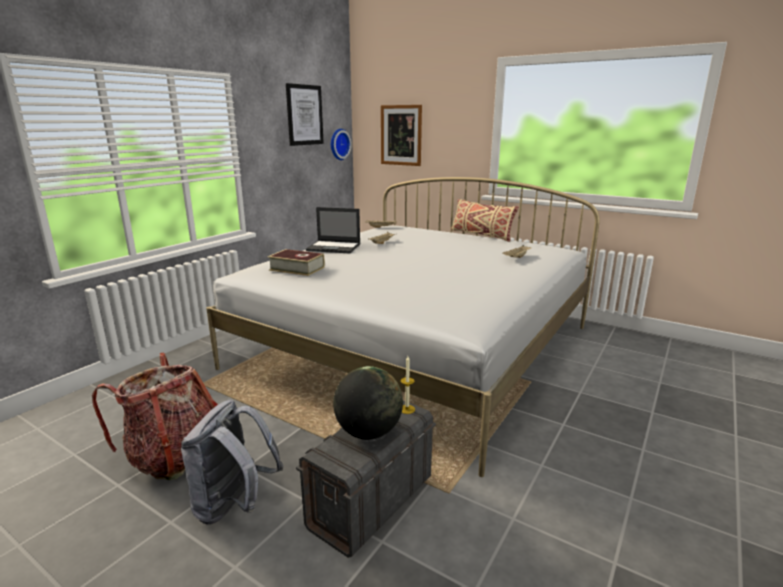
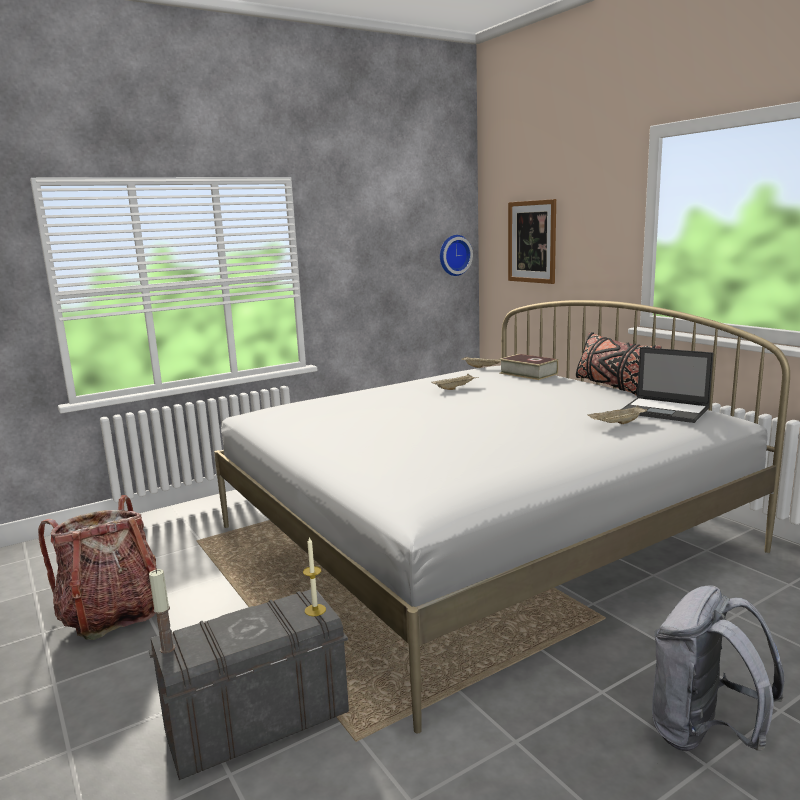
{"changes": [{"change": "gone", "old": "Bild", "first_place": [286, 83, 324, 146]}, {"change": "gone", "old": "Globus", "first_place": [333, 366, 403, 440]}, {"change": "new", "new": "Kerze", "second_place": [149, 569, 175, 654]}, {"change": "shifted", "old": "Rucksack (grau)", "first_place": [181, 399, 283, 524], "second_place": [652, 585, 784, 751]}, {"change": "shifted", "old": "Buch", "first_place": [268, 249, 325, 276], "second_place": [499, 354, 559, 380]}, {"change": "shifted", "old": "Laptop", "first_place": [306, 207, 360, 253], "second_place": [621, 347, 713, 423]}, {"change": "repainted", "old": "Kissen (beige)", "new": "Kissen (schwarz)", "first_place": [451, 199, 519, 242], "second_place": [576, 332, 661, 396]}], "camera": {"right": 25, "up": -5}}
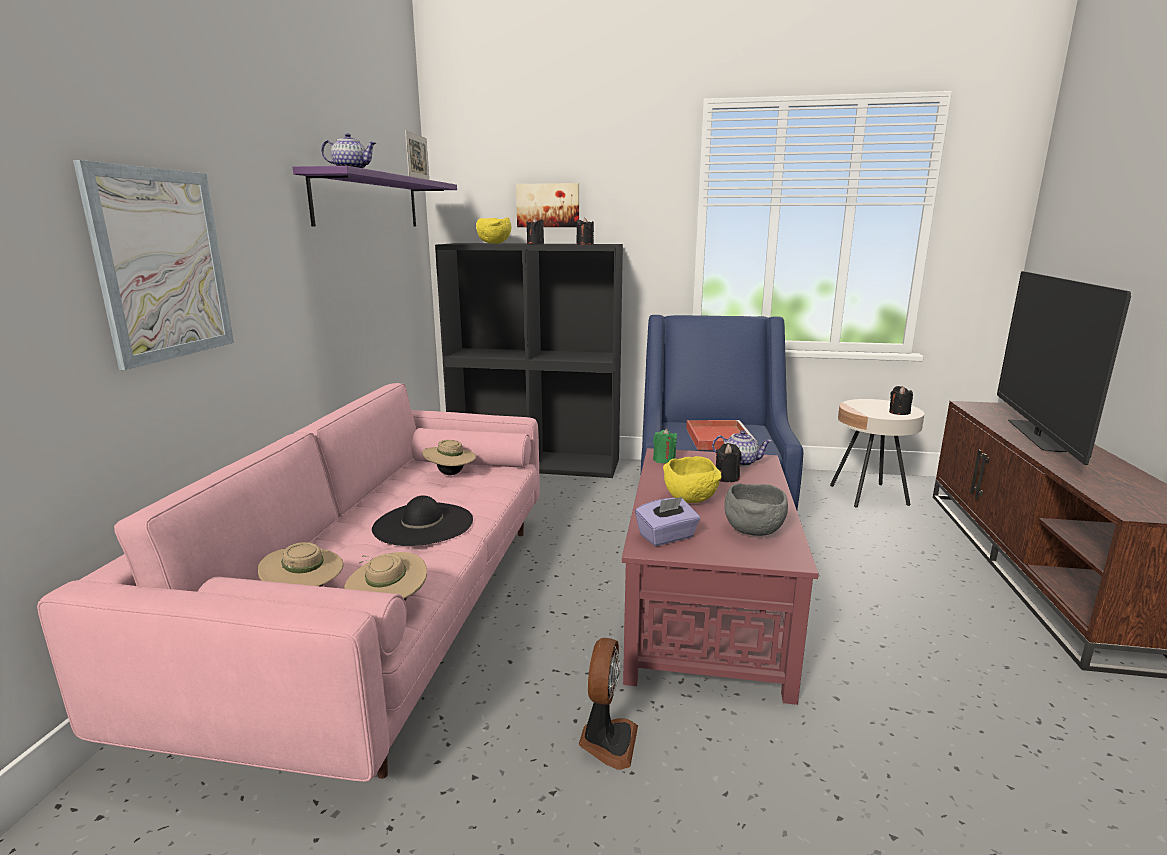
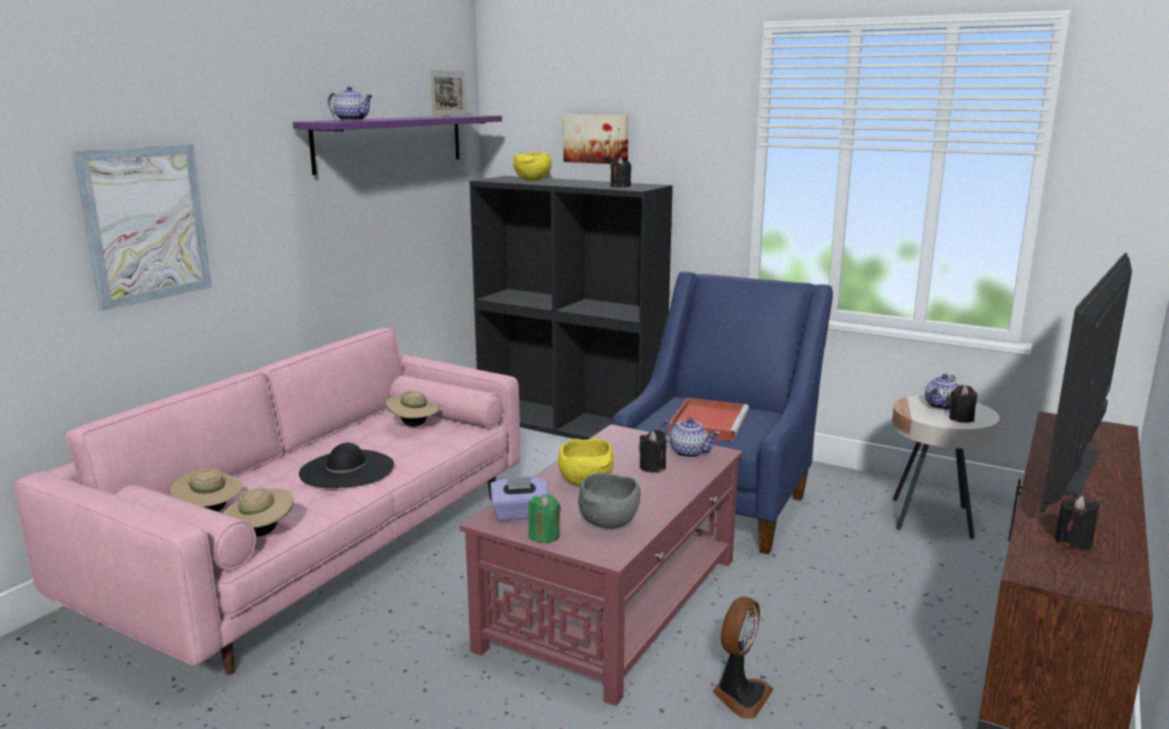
{"changes": [{"change": "new", "new": "Teekanne", "second_place": [925, 374, 959, 410]}, {"change": "shifted", "old": "Kerze (schwarz)", "first_place": [527, 217, 544, 244], "second_place": [1055, 496, 1100, 549]}, {"change": "shifted", "old": "Ventilator", "first_place": [579, 638, 638, 770], "second_place": [713, 597, 774, 719]}, {"change": "shifted", "old": "Kerze (grün)", "first_place": [653, 429, 677, 464], "second_place": [528, 494, 561, 543]}], "camera": {"right": 20, "up": 0}}
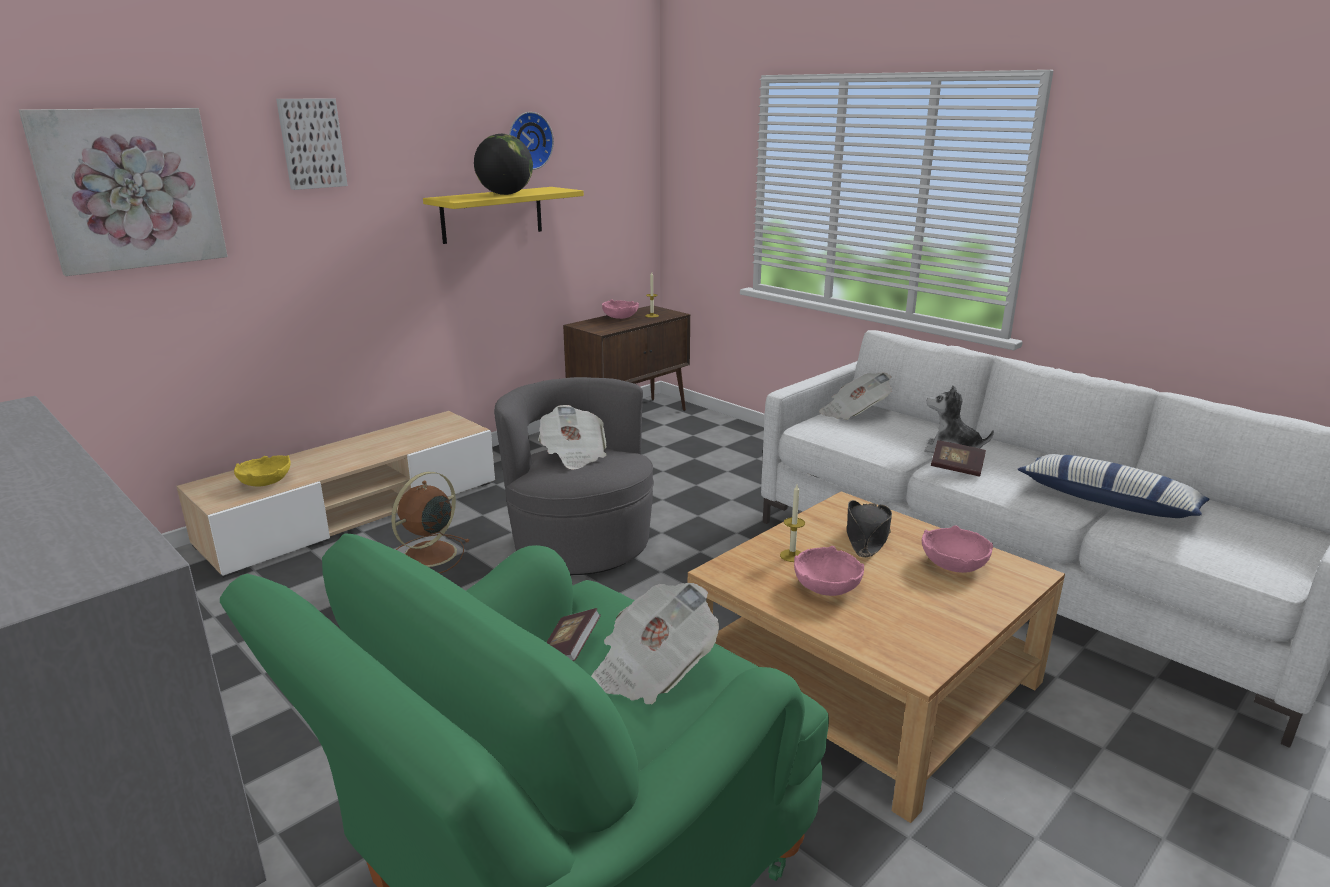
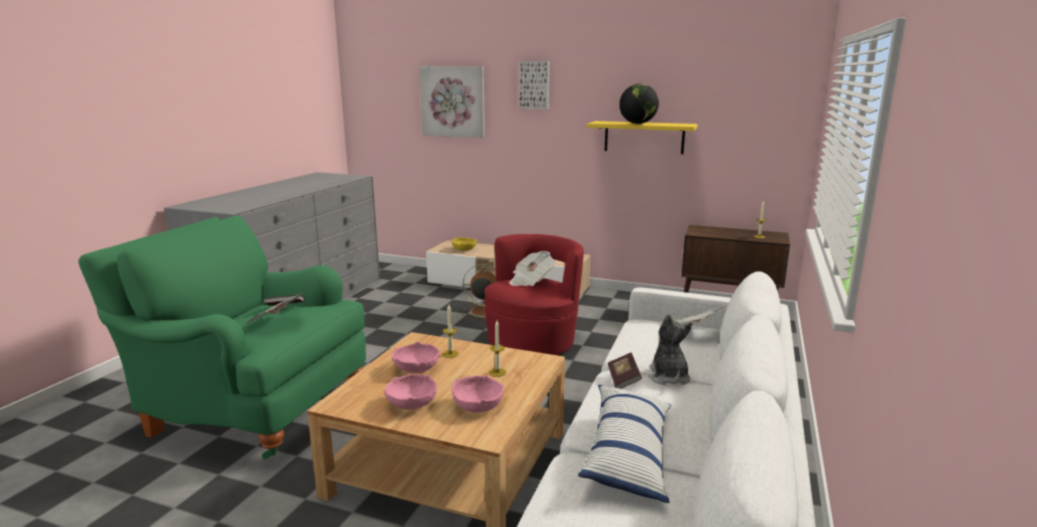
{"changes": [{"change": "gone", "old": "Wanduhr", "first_place": [509, 112, 554, 170]}, {"change": "shifted", "old": "Schüssel (rosa)", "first_place": [602, 299, 639, 319], "second_place": [384, 374, 437, 409]}, {"change": "swapped", "old": "Hut (schwarz)", "new": "Kerze", "first_place": [847, 500, 892, 557], "second_place": [489, 321, 506, 377]}, {"change": "repainted", "old": "Sessel (grau)", "new": "Sessel (rot)", "first_place": [494, 377, 654, 575], "second_place": [484, 234, 584, 355]}], "camera": {"right": 65, "up": -5}}
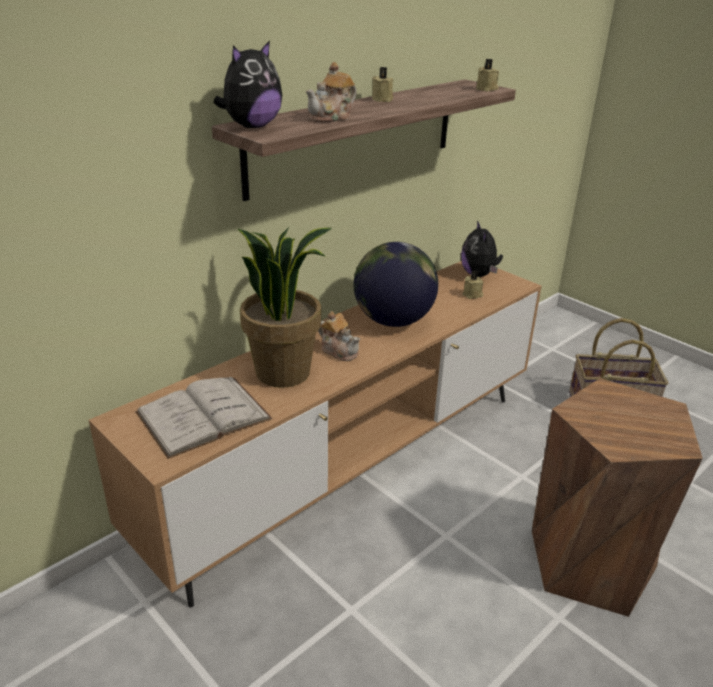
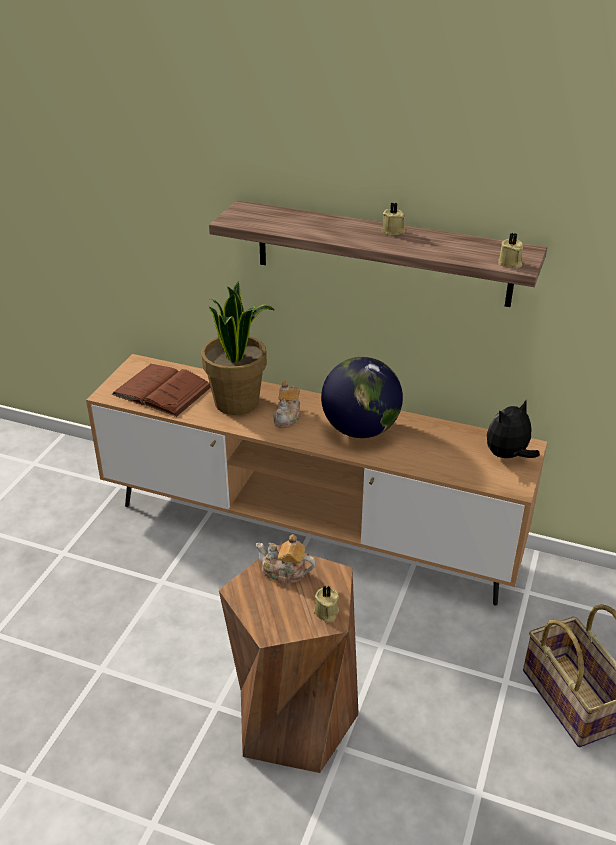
{"changes": [{"change": "gone", "old": "Plüschtier", "first_place": [214, 41, 282, 128]}, {"change": "shifted", "old": "Teekanne", "first_place": [306, 62, 357, 123], "second_place": [256, 534, 315, 585]}, {"change": "shifted", "old": "Kerze (beige)", "first_place": [462, 271, 483, 299], "second_place": [313, 586, 339, 623]}, {"change": "repainted", "old": "Buch (weiß)", "new": "Buch (braun)", "first_place": [135, 377, 273, 459], "second_place": [112, 364, 211, 417]}], "camera": {"right": 65, "up": 5}}
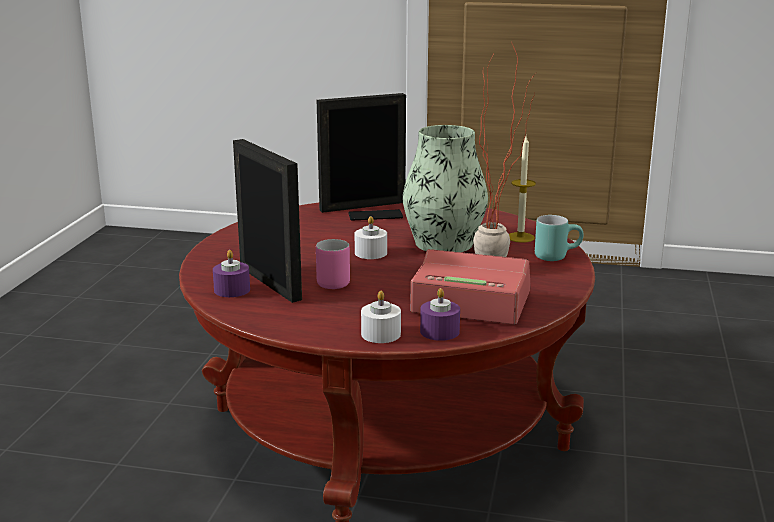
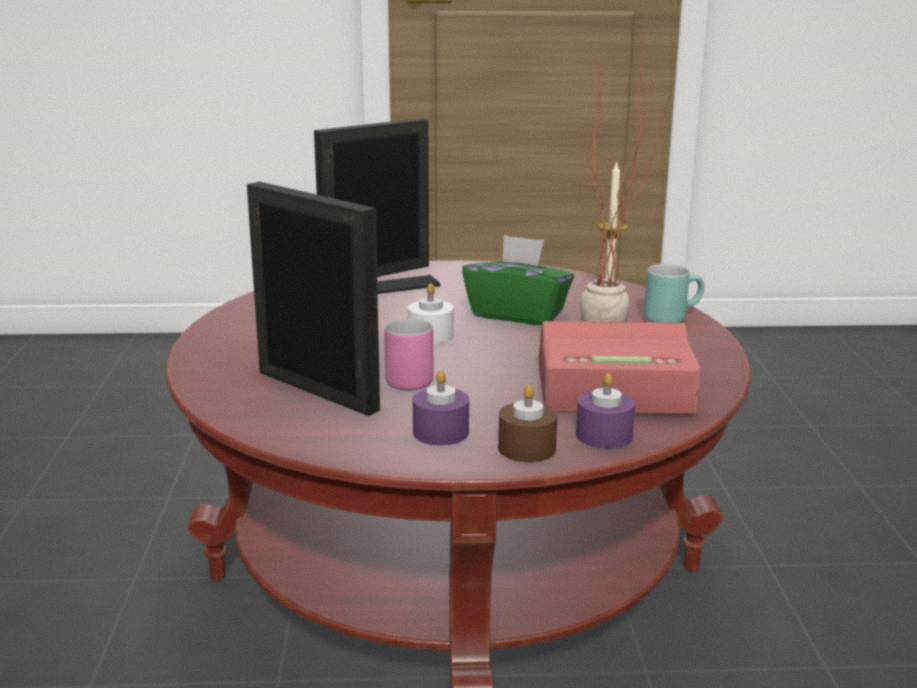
{"changes": [{"change": "shifted", "old": "Kerze (lila)", "first_place": [213, 250, 250, 297], "second_place": [413, 370, 469, 445]}, {"change": "swapped", "old": "Vase", "new": "Taschentuchbox (grün)", "first_place": [403, 125, 488, 252], "second_place": [462, 235, 574, 325]}, {"change": "repainted", "old": "Kerze (weiß)", "new": "Kerze (braun)", "first_place": [361, 290, 401, 343], "second_place": [498, 385, 557, 462]}], "camera": {"right": -15, "up": 0}}
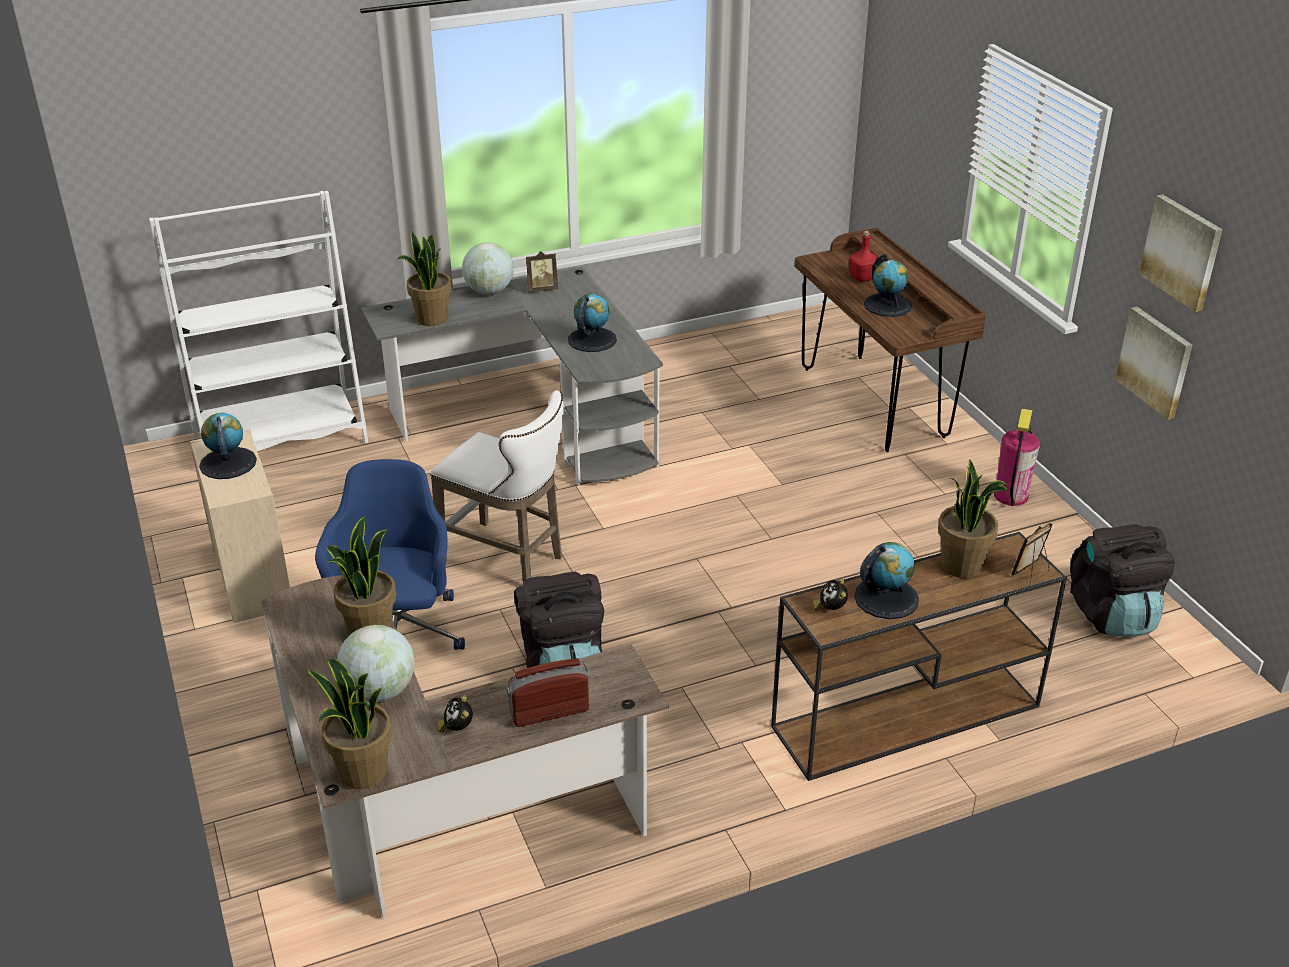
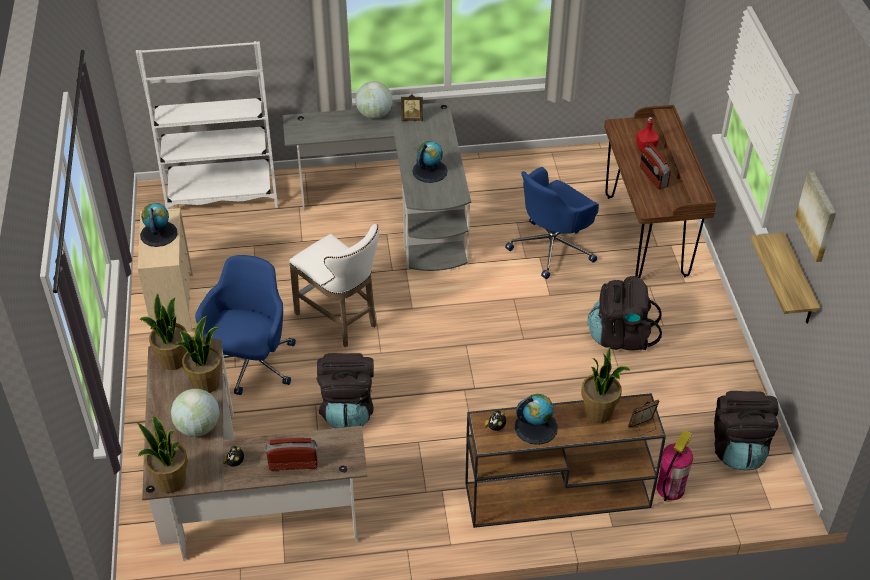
{"changes": [{"change": "new", "new": "Bürostuhl (blau)", "second_place": [505, 167, 599, 279]}, {"change": "new", "new": "Rucksack (schwarz)", "second_place": [588, 276, 662, 350]}, {"change": "shifted", "old": "Topfpflanze", "first_place": [398, 231, 452, 326], "second_place": [140, 293, 187, 370]}, {"change": "shifted", "old": "Feuerlöscher", "first_place": [994, 409, 1040, 506], "second_place": [657, 430, 693, 501]}, {"change": "swapped", "old": "Globus", "new": "Radio", "first_place": [864, 254, 912, 317], "second_place": [640, 143, 671, 189]}, {"change": "swapped", "old": "Bild", "new": "Wandregal", "first_place": [1115, 307, 1192, 420], "second_place": [750, 233, 820, 324]}], "camera": {"right": 15, "up": 10}}
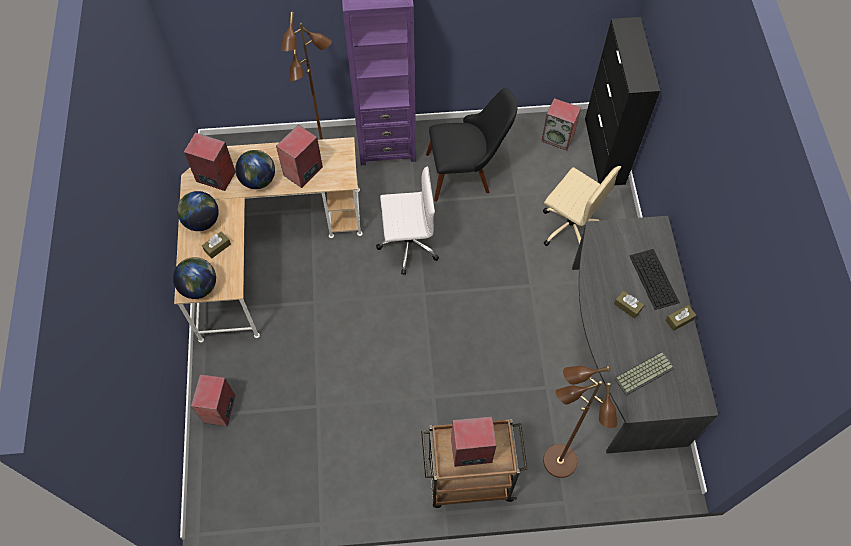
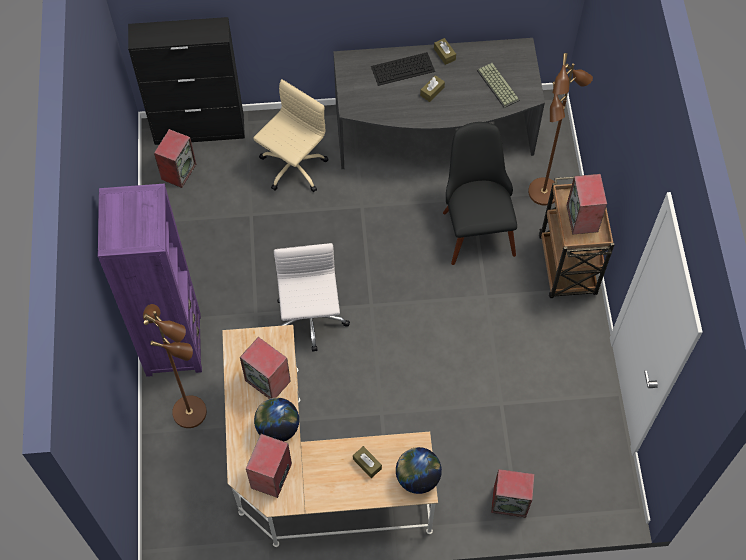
{"changes": [{"change": "gone", "old": "Globus", "first_place": [177, 191, 219, 231]}, {"change": "shifted", "old": "Stuhl (schwarz)", "first_place": [426, 88, 517, 202], "second_place": [443, 122, 517, 265]}], "camera": {"right": -90, "up": 0}}
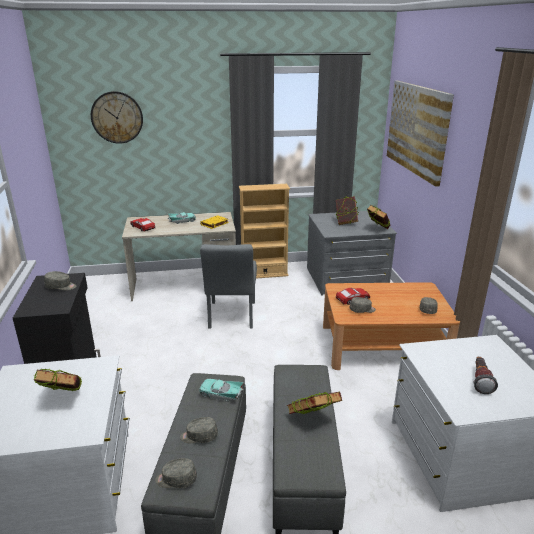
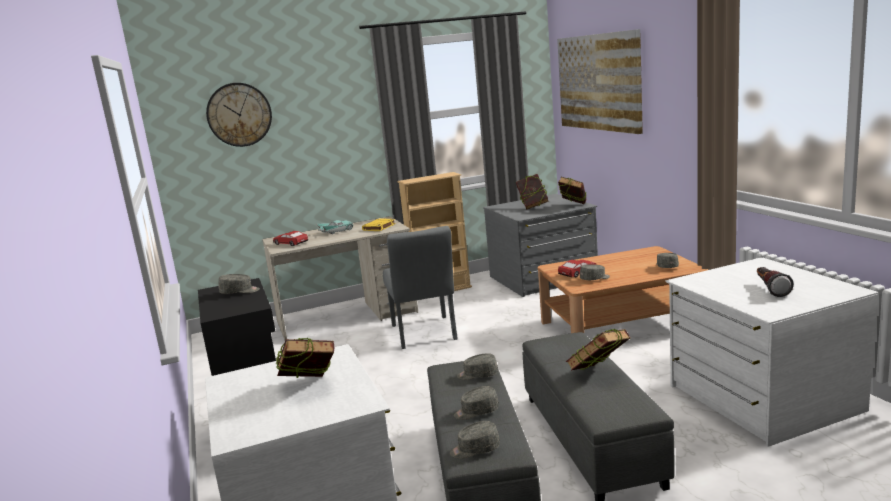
{"changes": [{"change": "swapped", "old": "Spielzeugauto (türkis)", "new": "Kappe (grau)", "first_place": [199, 379, 245, 402], "second_place": [457, 353, 498, 380]}], "camera": {"right": -10, "up": -10}}
